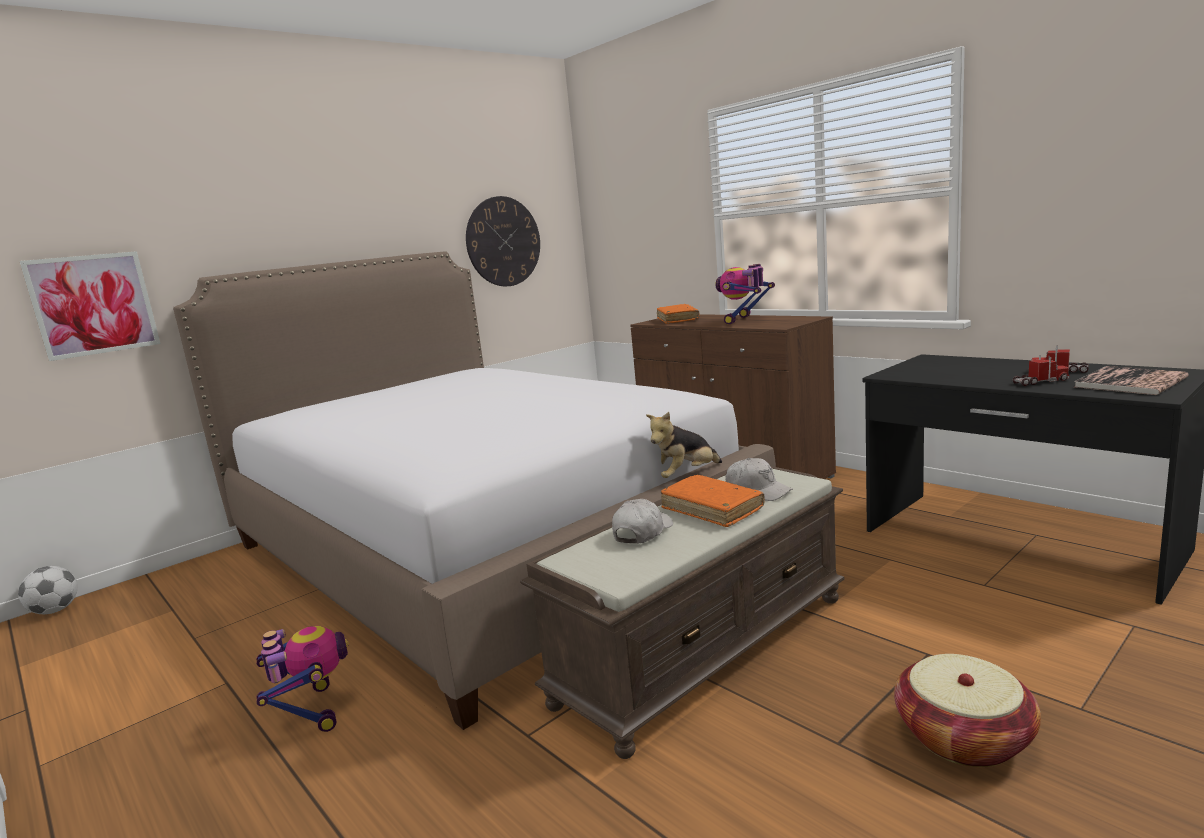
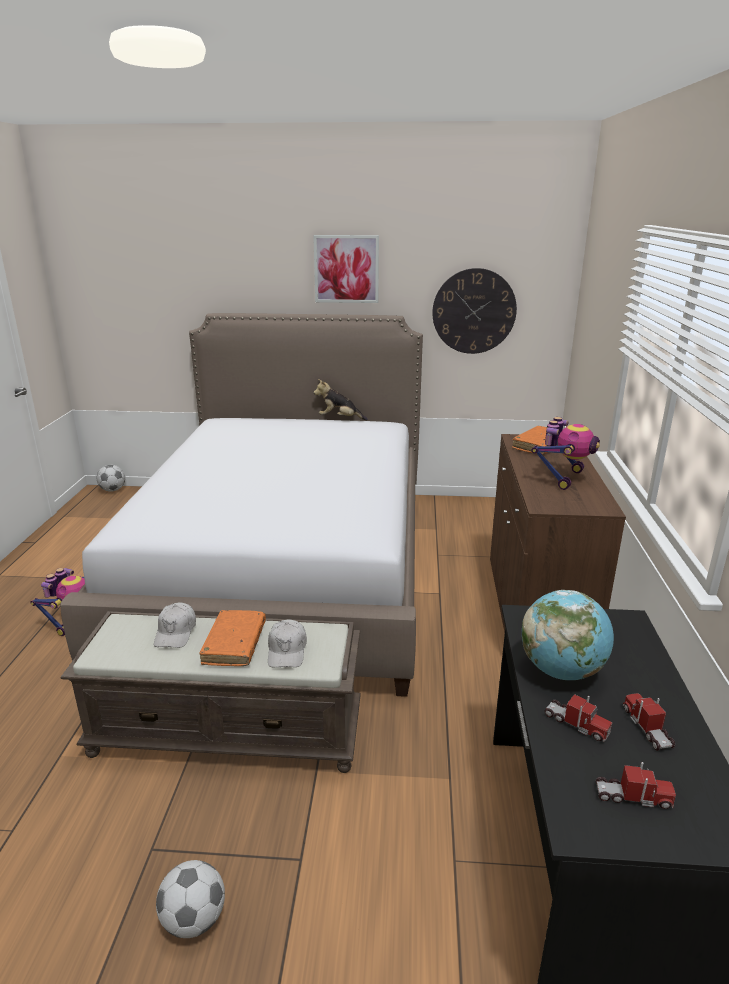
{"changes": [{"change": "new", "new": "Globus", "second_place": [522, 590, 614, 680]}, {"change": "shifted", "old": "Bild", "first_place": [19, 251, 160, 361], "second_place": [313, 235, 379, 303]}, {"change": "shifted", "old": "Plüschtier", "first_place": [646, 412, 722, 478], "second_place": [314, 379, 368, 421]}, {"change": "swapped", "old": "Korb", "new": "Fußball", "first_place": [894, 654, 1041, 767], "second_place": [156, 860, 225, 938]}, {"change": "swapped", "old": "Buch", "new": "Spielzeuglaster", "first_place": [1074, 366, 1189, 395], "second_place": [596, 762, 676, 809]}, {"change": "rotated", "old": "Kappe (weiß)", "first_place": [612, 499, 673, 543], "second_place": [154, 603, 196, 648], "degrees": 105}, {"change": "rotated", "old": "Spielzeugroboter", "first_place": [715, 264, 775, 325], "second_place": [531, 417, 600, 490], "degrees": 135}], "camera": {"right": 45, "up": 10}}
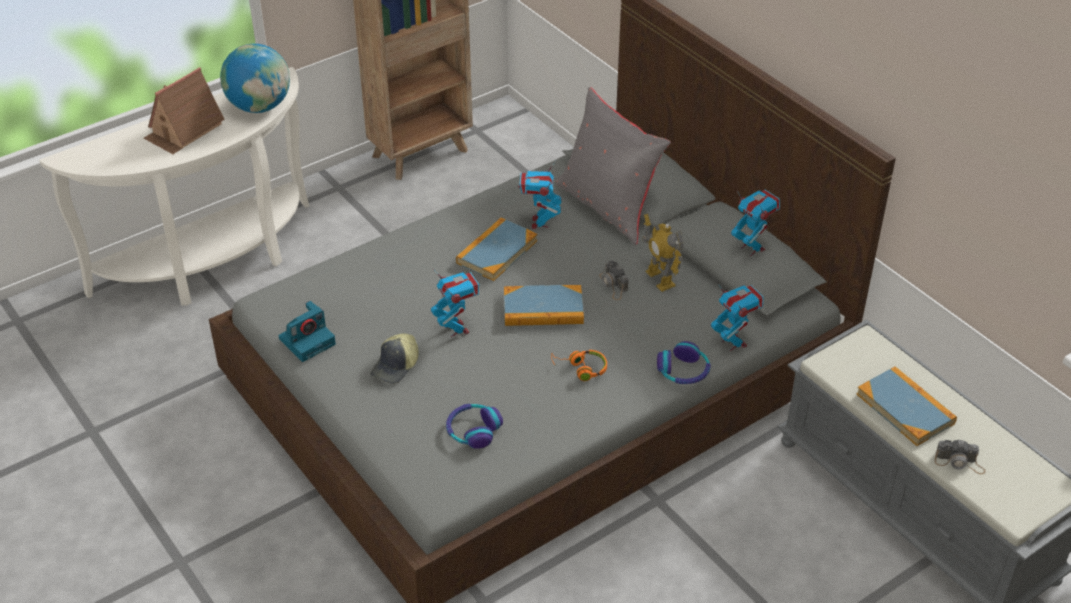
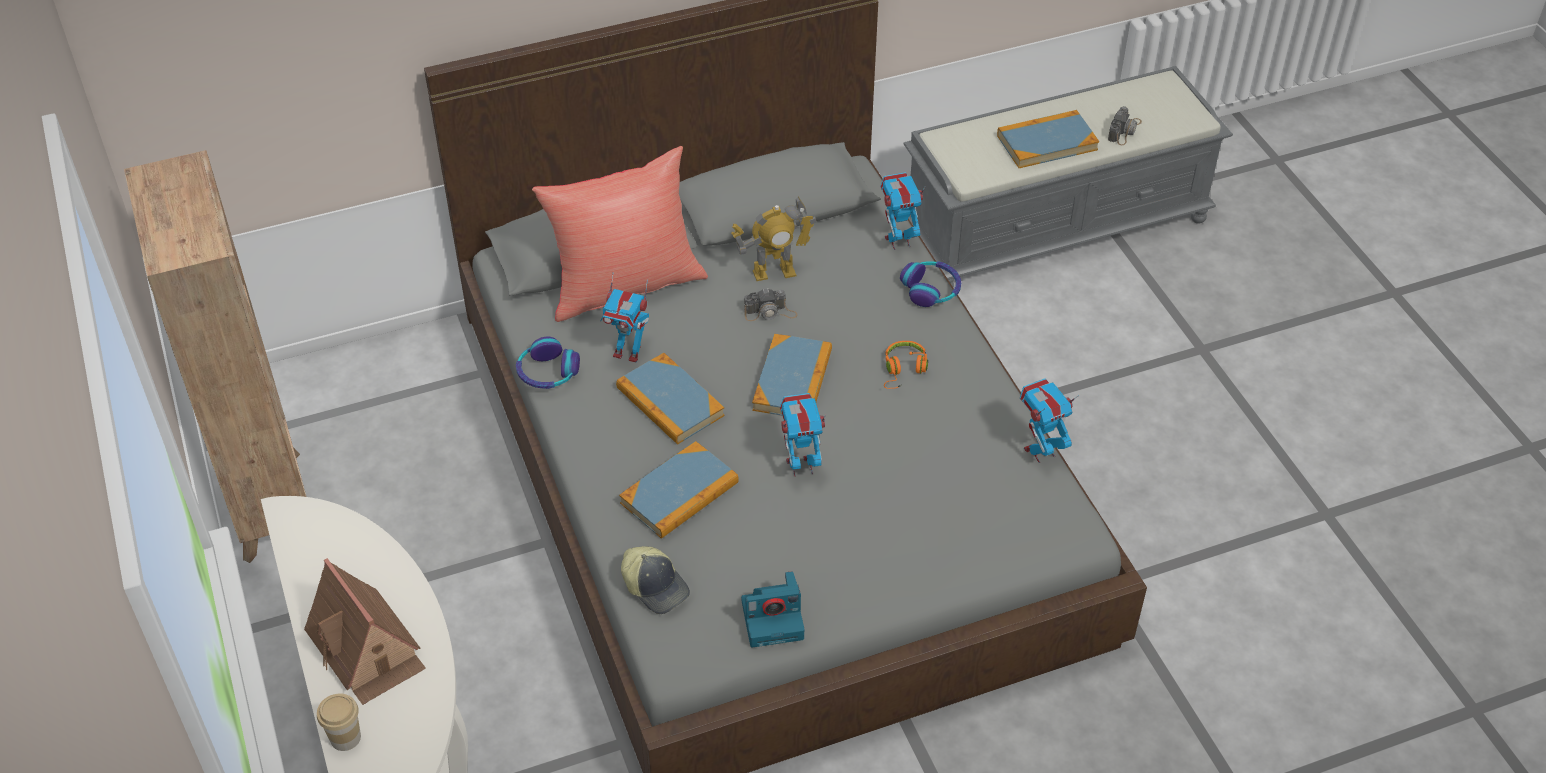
{"changes": [{"change": "gone", "old": "Globus", "first_place": [220, 44, 290, 113]}, {"change": "new", "new": "Tasse", "second_place": [317, 693, 361, 751]}, {"change": "new", "new": "Buch", "second_place": [619, 441, 739, 539]}, {"change": "shifted", "old": "Kappe", "first_place": [370, 334, 419, 384], "second_place": [621, 546, 690, 614]}, {"change": "shifted", "old": "Kopfhörer", "first_place": [446, 404, 503, 449], "second_place": [516, 337, 580, 389]}, {"change": "shifted", "old": "Spielzeugroboter", "first_place": [731, 190, 780, 256], "second_place": [1020, 378, 1079, 463]}, {"change": "repainted", "old": "Kissen (grau)", "new": "Kissen (rot)", "first_place": [555, 87, 671, 245], "second_place": [532, 146, 708, 322]}, {"change": "rotated", "old": "Kamera", "first_place": [279, 301, 336, 362], "second_place": [741, 571, 804, 647], "degrees": 105}], "camera": {"right": -75, "up": 5}}
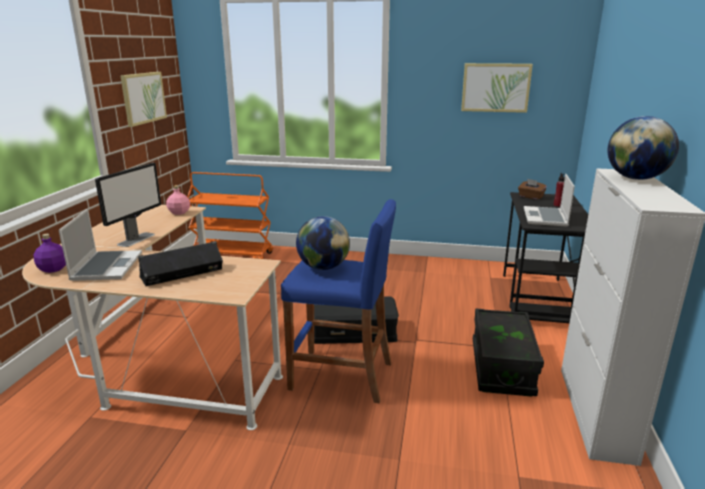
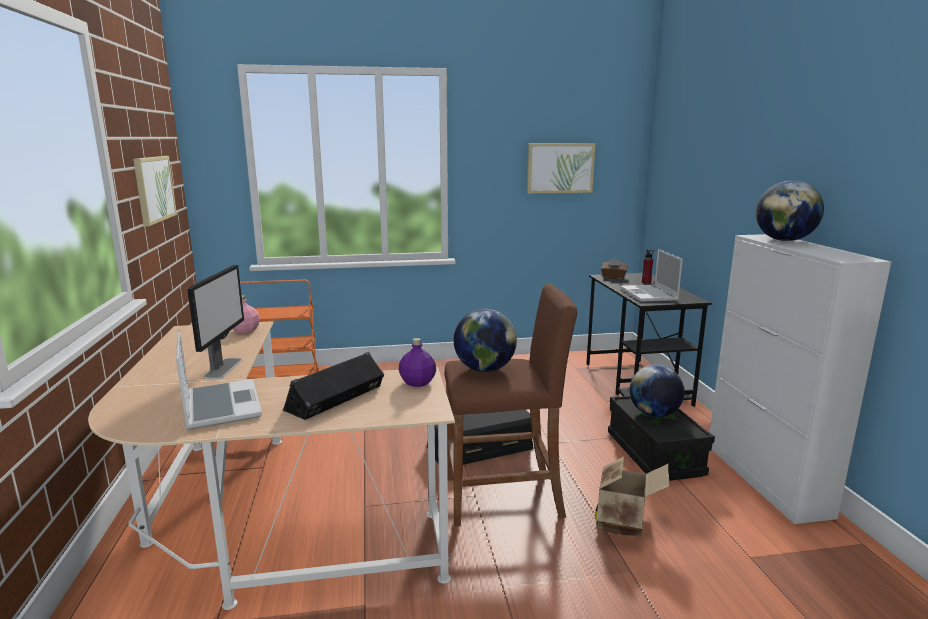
{"changes": [{"change": "new", "new": "Karton", "second_place": [595, 456, 669, 537]}, {"change": "new", "new": "Globus", "second_place": [629, 365, 685, 417]}, {"change": "shifted", "old": "Flasche (lila)", "first_place": [34, 234, 66, 273], "second_place": [399, 338, 436, 387]}, {"change": "repainted", "old": "Hocker (blau)", "new": "Hocker (braun)", "first_place": [281, 199, 396, 404], "second_place": [445, 283, 577, 527]}], "camera": {"right": -20, "up": -5}}
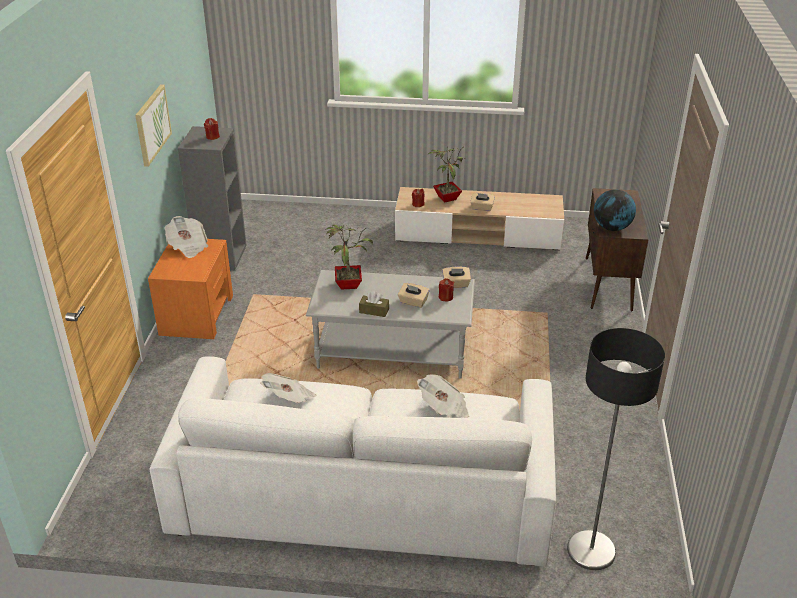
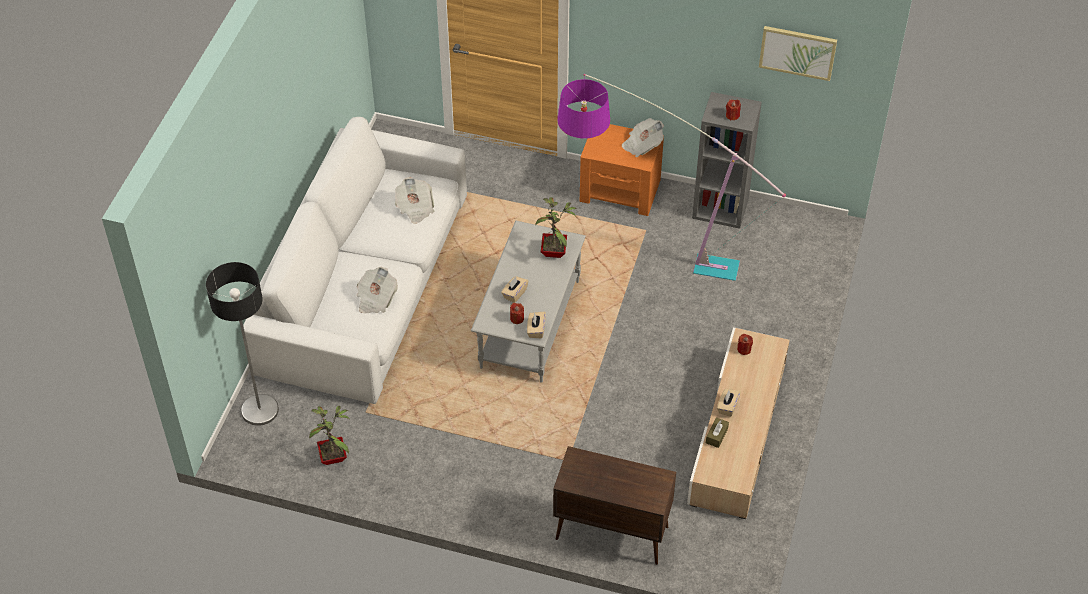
{"changes": [{"change": "gone", "old": "Globus", "first_place": [594, 190, 636, 231]}, {"change": "new", "new": "Stehlampe", "second_place": [557, 74, 786, 281]}, {"change": "shifted", "old": "Bild", "first_place": [135, 84, 172, 167], "second_place": [759, 26, 837, 81]}, {"change": "shifted", "old": "Taschentuchbox (braun)", "first_place": [359, 291, 389, 317], "second_place": [706, 417, 729, 448]}, {"change": "shifted", "old": "Topfpflanze", "first_place": [427, 147, 465, 202], "second_place": [309, 406, 349, 465]}], "camera": {"right": 100, "up": 15}}
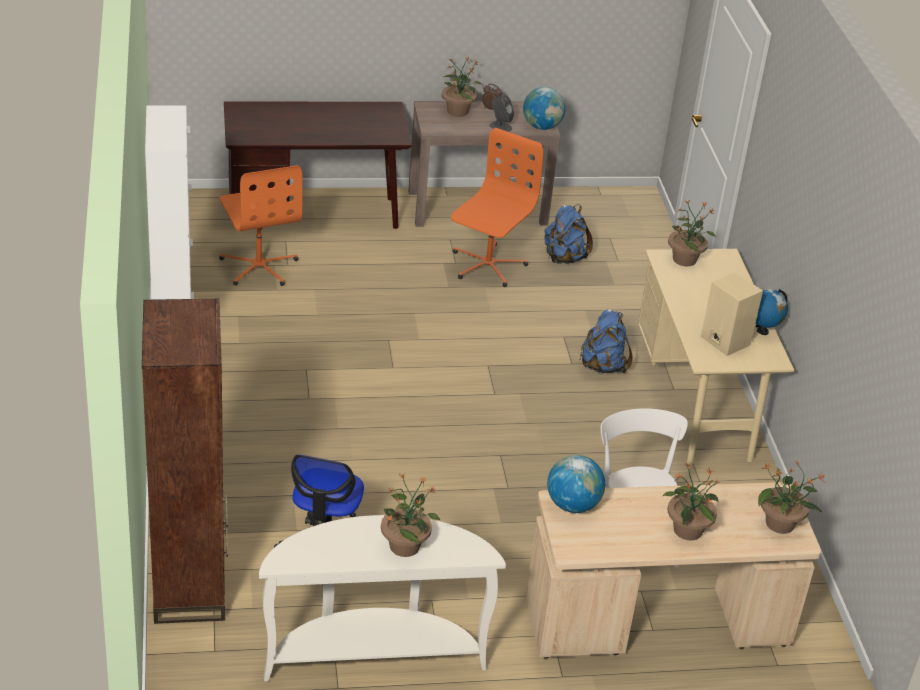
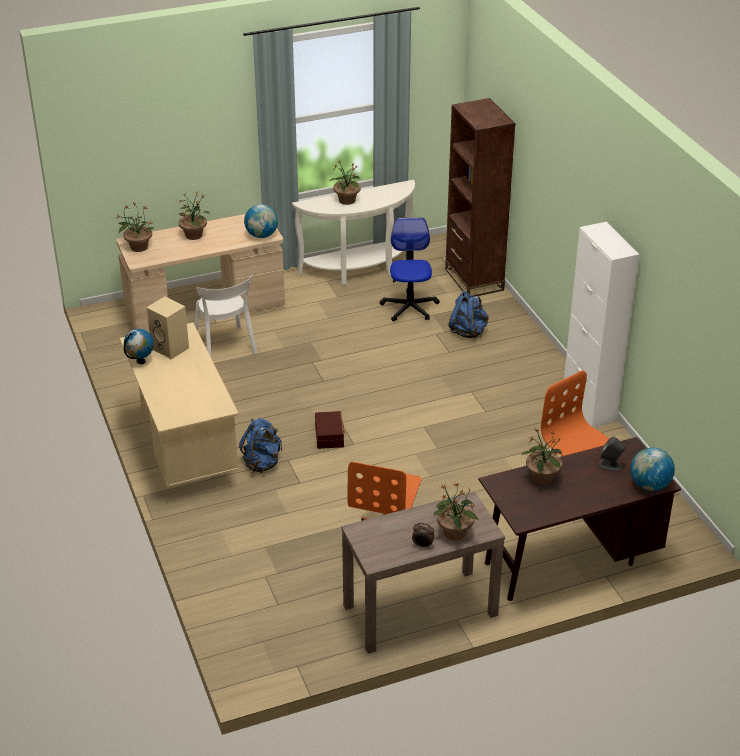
{"changes": [{"change": "new", "new": "Aufbewahrungsbox (braun)", "second_place": [315, 411, 345, 449]}, {"change": "shifted", "old": "Lautsprecher (grau)", "first_place": [489, 95, 514, 132], "second_place": [599, 436, 626, 471]}, {"change": "shifted", "old": "Globus", "first_place": [523, 87, 566, 130], "second_place": [631, 448, 675, 491]}, {"change": "shifted", "old": "Rucksack (blau)", "first_place": [544, 204, 593, 264], "second_place": [448, 291, 488, 338]}, {"change": "shifted", "old": "Topfpflanze", "first_place": [668, 201, 716, 266], "second_place": [521, 428, 562, 485]}], "camera": {"right": 170, "up": 0}}
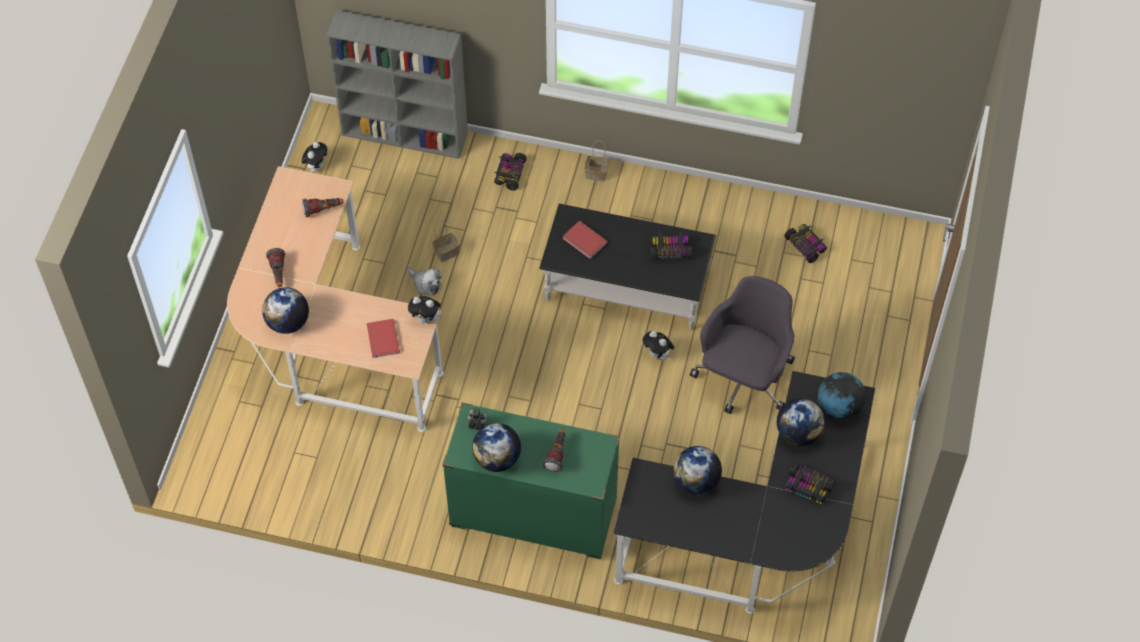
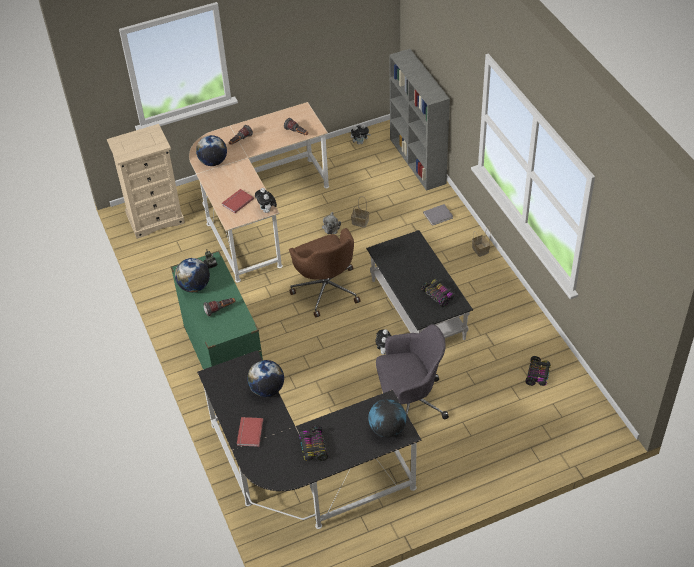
{"changes": [{"change": "gone", "old": "Globus", "first_place": [777, 398, 825, 446]}, {"change": "new", "new": "Kommode (beige)", "second_place": [107, 124, 185, 239]}, {"change": "new", "new": "Bürostuhl (braun)", "second_place": [289, 228, 361, 318]}, {"change": "shifted", "old": "Buch (rot)", "first_place": [562, 220, 608, 259], "second_place": [237, 417, 264, 446]}, {"change": "swapped", "old": "Spielzeugauto", "new": "Buch (grau)", "first_place": [493, 153, 527, 190], "second_place": [423, 204, 453, 226]}], "camera": {"right": 55, "up": -10}}
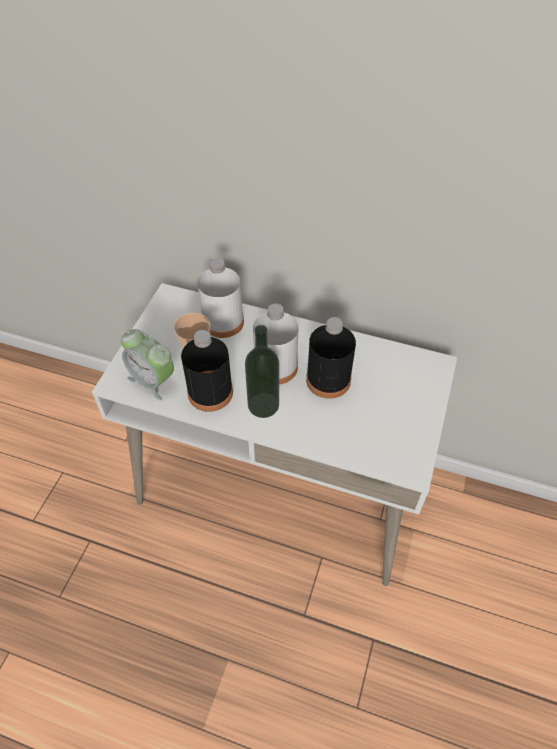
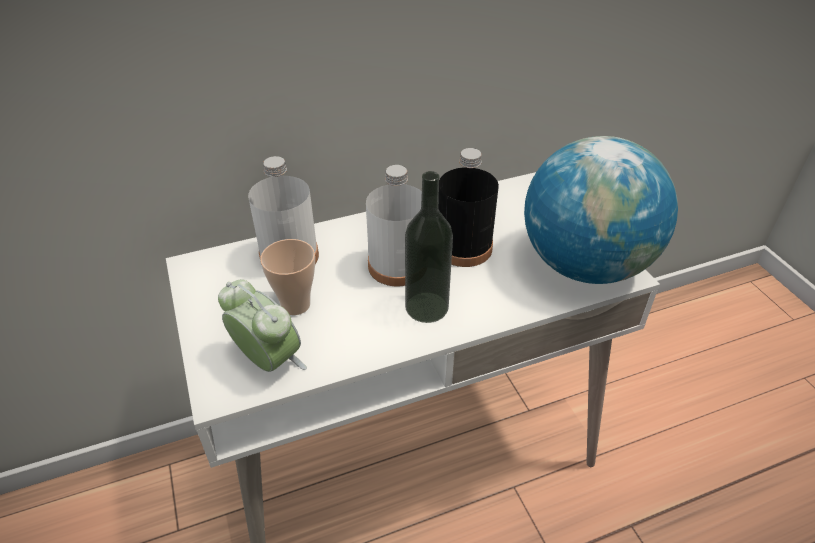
{"changes": [{"change": "gone", "old": "Flasche (schwarz)", "first_place": [181, 330, 233, 412]}, {"change": "new", "new": "Globus", "second_place": [524, 136, 678, 284]}, {"change": "rotated", "old": "Wecker", "first_place": [121, 329, 174, 401], "second_place": [218, 279, 307, 372], "degrees": -135}], "camera": {"right": -40, "up": -10}}
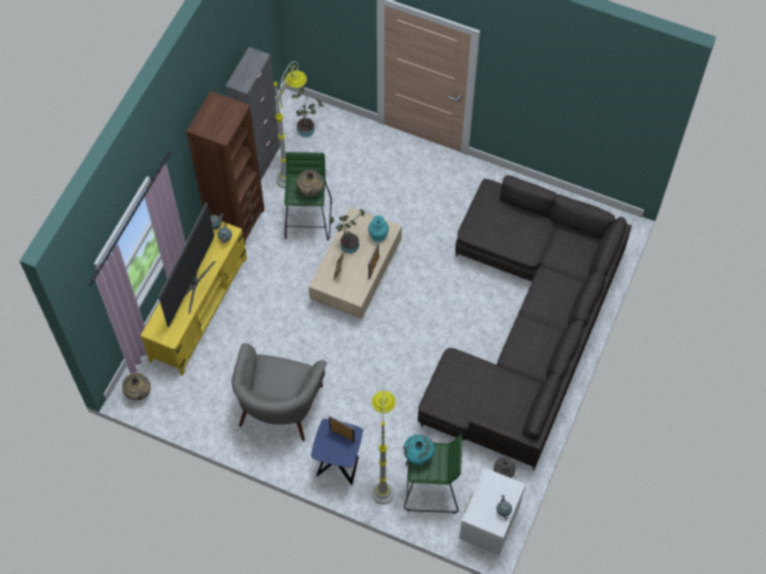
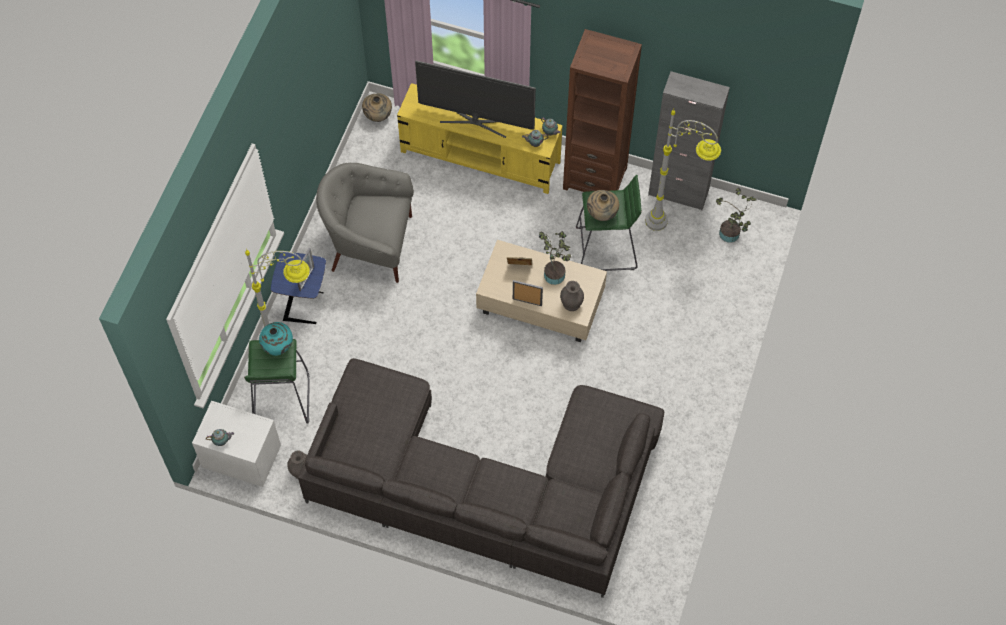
{"changes": [{"change": "repainted", "old": "Vase (türkis)", "new": "Vase (grau)", "first_place": [368, 215, 389, 242], "second_place": [560, 281, 584, 311]}], "camera": {"right": 85, "up": 0}}
